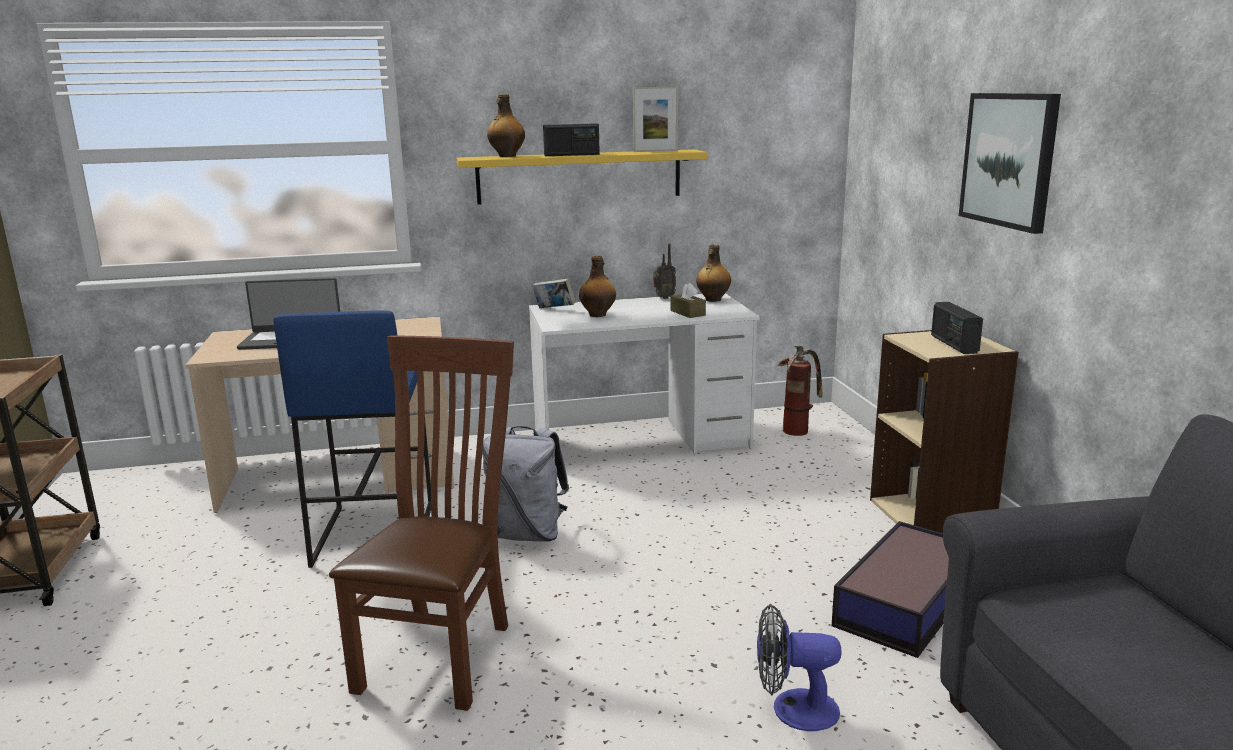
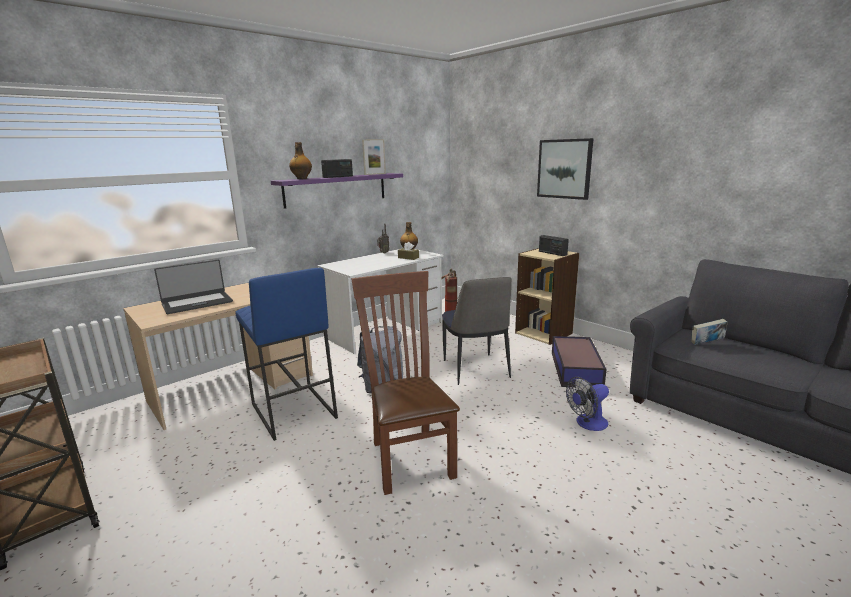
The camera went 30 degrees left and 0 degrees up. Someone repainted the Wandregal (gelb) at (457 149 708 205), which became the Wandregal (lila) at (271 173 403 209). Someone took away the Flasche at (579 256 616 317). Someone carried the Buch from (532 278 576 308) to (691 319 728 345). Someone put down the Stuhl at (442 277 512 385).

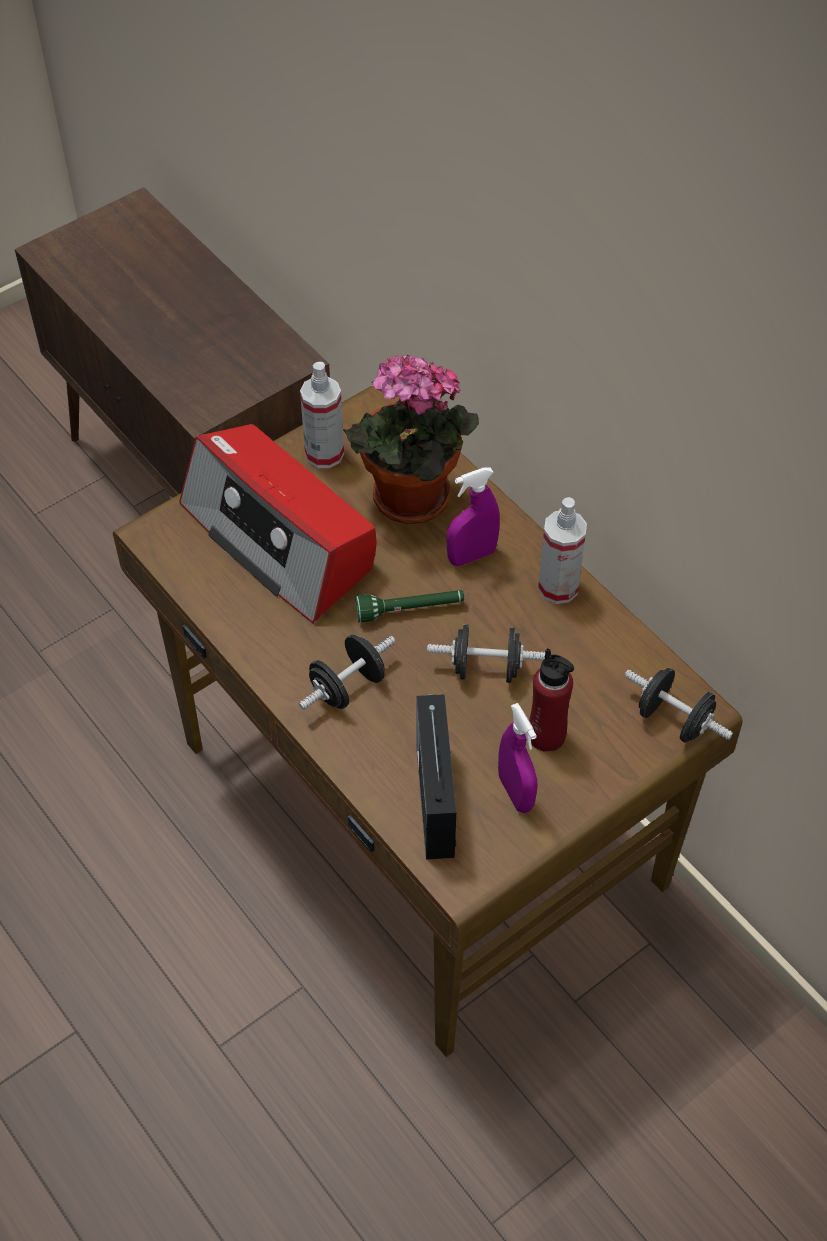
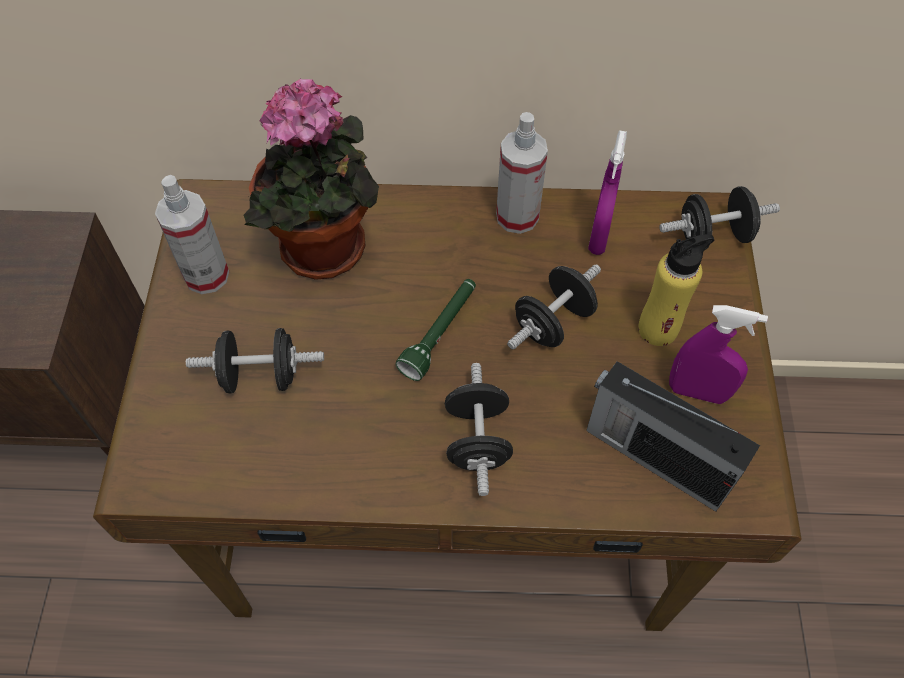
The camera went 50 degrees left and 5 degrees up. Someone swapped the Radio at (179 424 377 623) for the Hantel (schwarz) at (186 328 324 393). Someone carried the Sprühflasche (lila) from (446 467 500 566) to (588 130 627 255). Someone repainted the Flasche (rot) at (529 648 574 752), which became the Flasche (gelb) at (638 234 714 346).

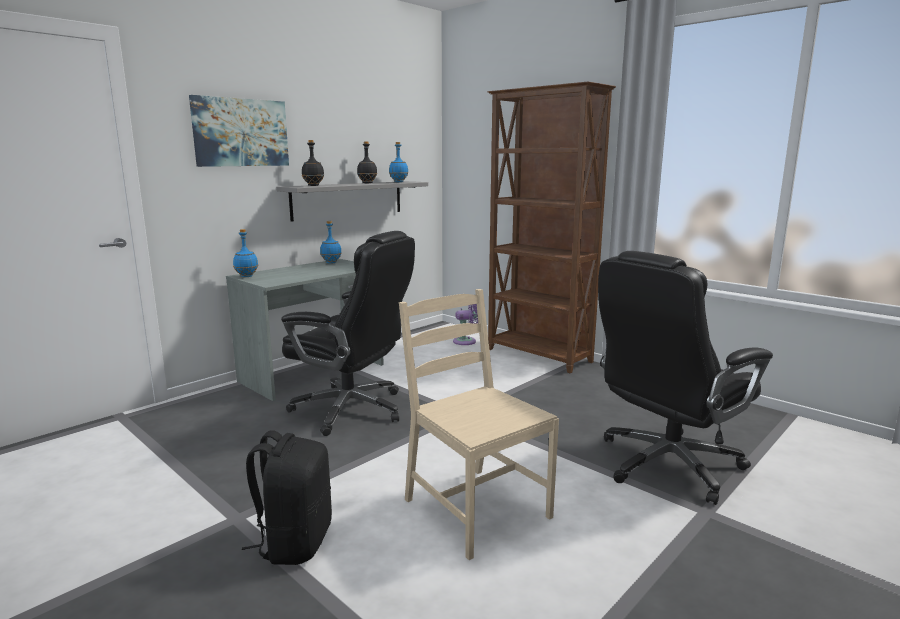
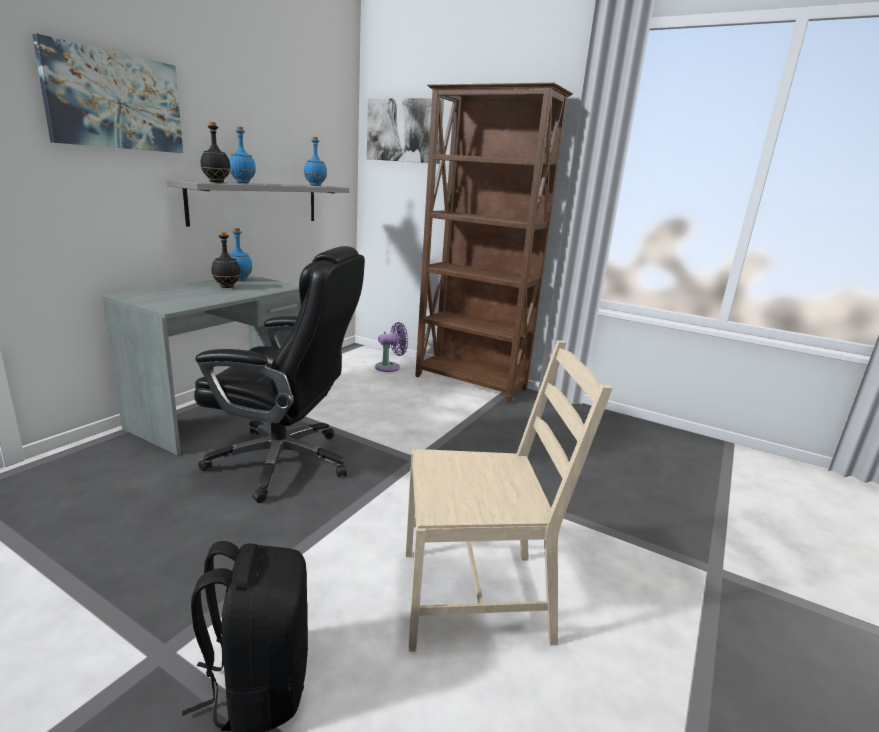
The camera went 15 degrees left and 5 degrees up. Someone carried the Flasche (schwarz) from (357 141 377 183) to (211 232 241 288). Someone carried the Flasche (blau) from (233 229 258 277) to (229 126 256 183). Someone took away the Bürostuhl (schwarz) at (598 251 773 505). Someone rotated the Stuhl (beige) at (399 289 559 560) by 135 degrees clockwise. Someone put up the Bild at (367 98 444 164).

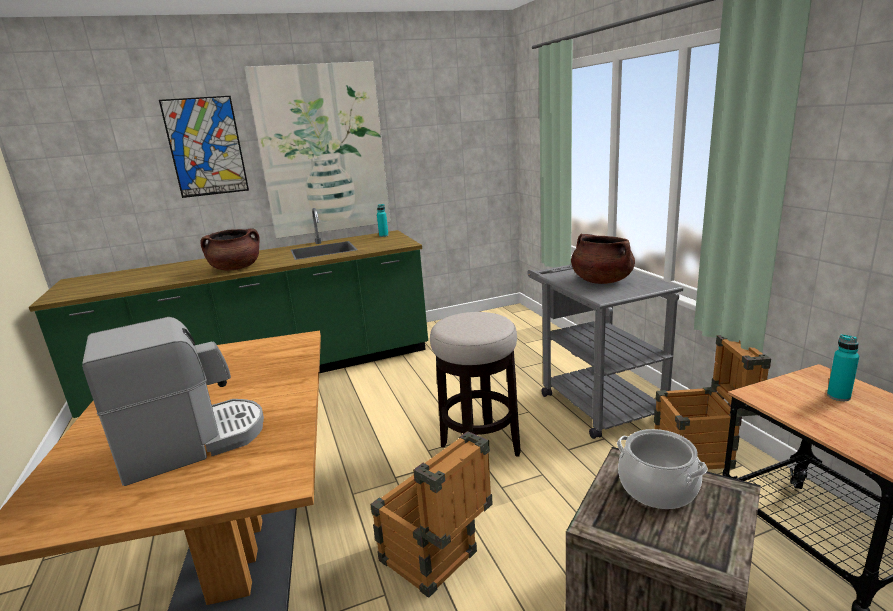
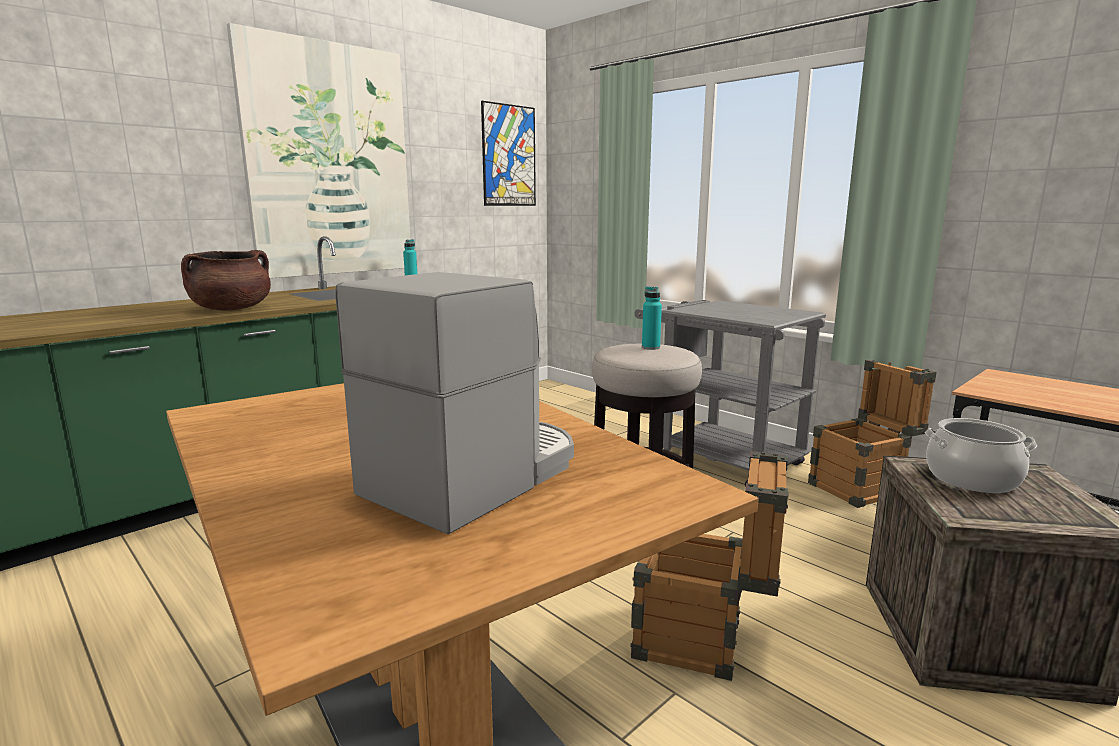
The camera went 25 degrees left and 5 degrees down. Someone carried the Bild from (159 96 249 198) to (481 101 536 206). Someone took away the Kochtopf (braun) at (571 234 635 284). Someone carried the Flasche (türkis) from (827 334 859 401) to (642 286 662 350).

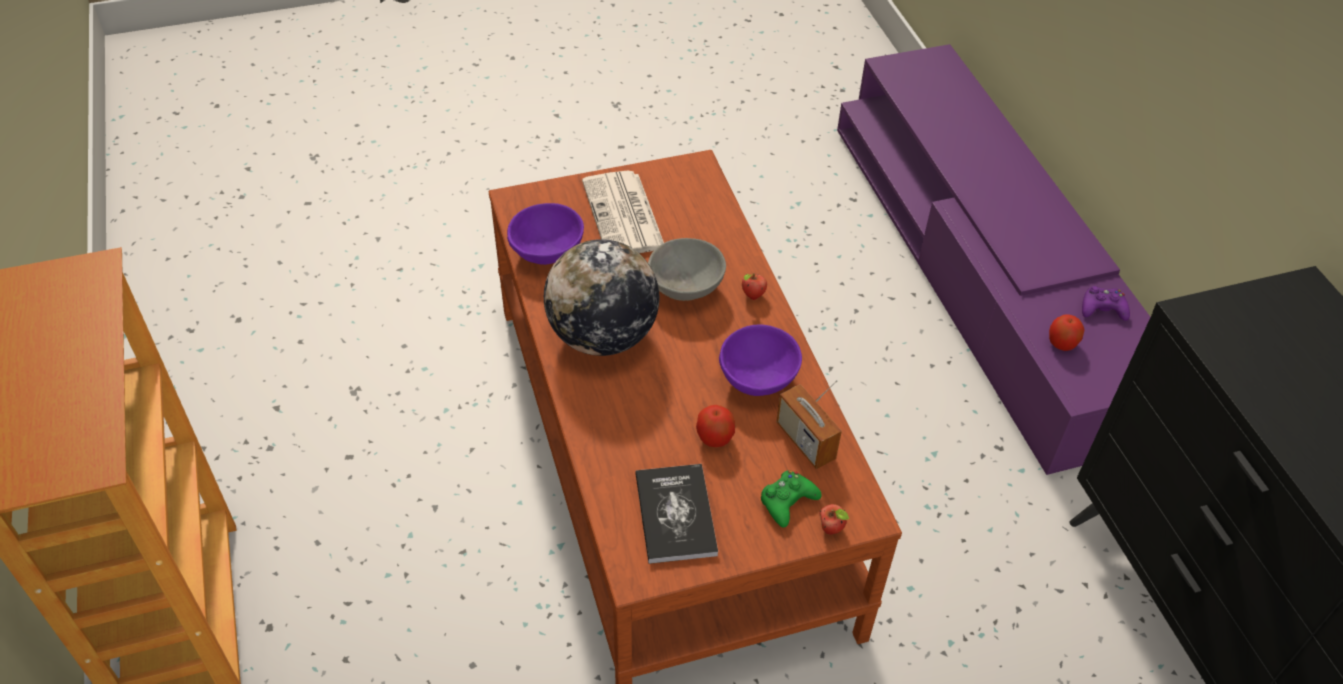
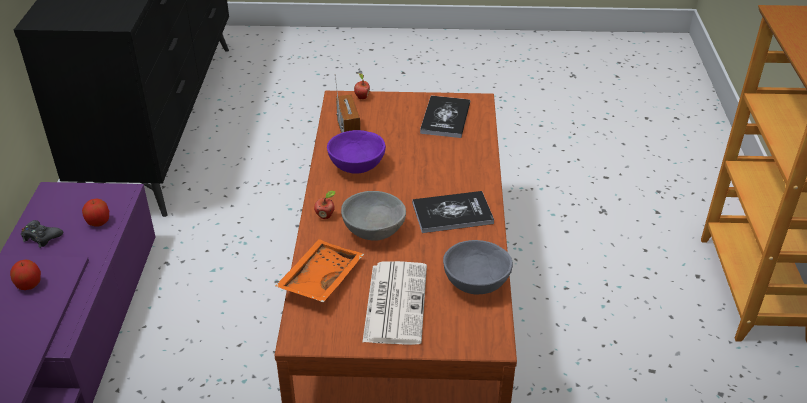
The camera went 160 degrees left and 10 degrees down. Someone repainted the Schüssel (lila) at (507 203 584 265), which became the Schüssel (grau) at (443 240 513 295). Someone swapped the Globus at (544 239 659 356) for the Buch at (412 191 494 233). Someone repainted the Gamepad (lila) at (1082 286 1130 321), which became the Gamepad (schwarz) at (21 220 63 248). Someone carried the Apfel from (696 405 735 447) to (10 259 41 290). Someone took away the Gamepad (grün) at (760 471 822 528). Someone put down the Tablett (orange) at (275 239 364 302).

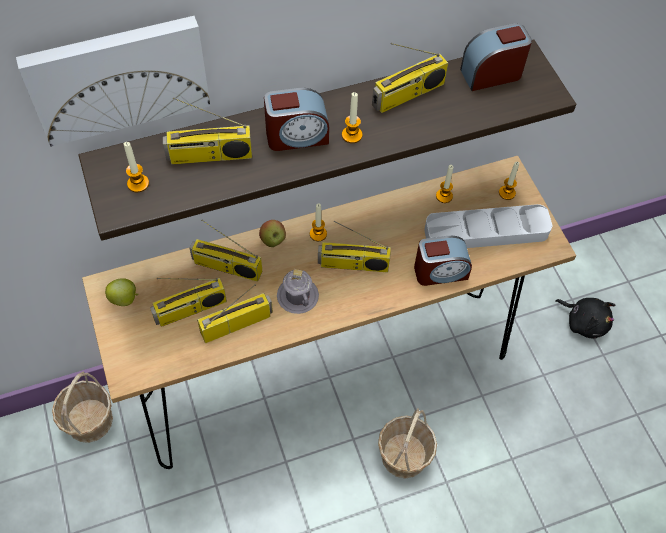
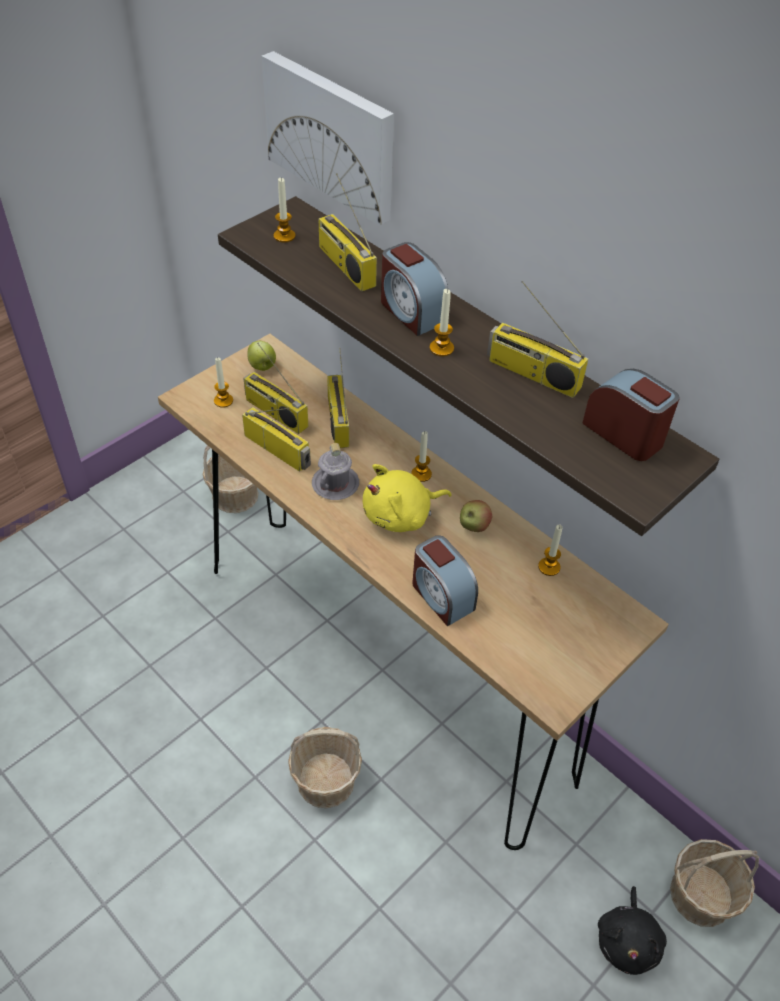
The camera went 65 degrees right and 10 degrees down. Someone carried the Kerze from (499 162 519 200) to (214 357 233 408). Someone took away the Tablett (grau) at (424 204 552 248). Someone carried the Apfel from (259 220 286 247) to (460 500 492 532). Someone swapped the Radio at (318 221 391 272) for the Plüschtier (gelb) at (363 464 452 532). Someone put down the Korb at (670 839 759 927).

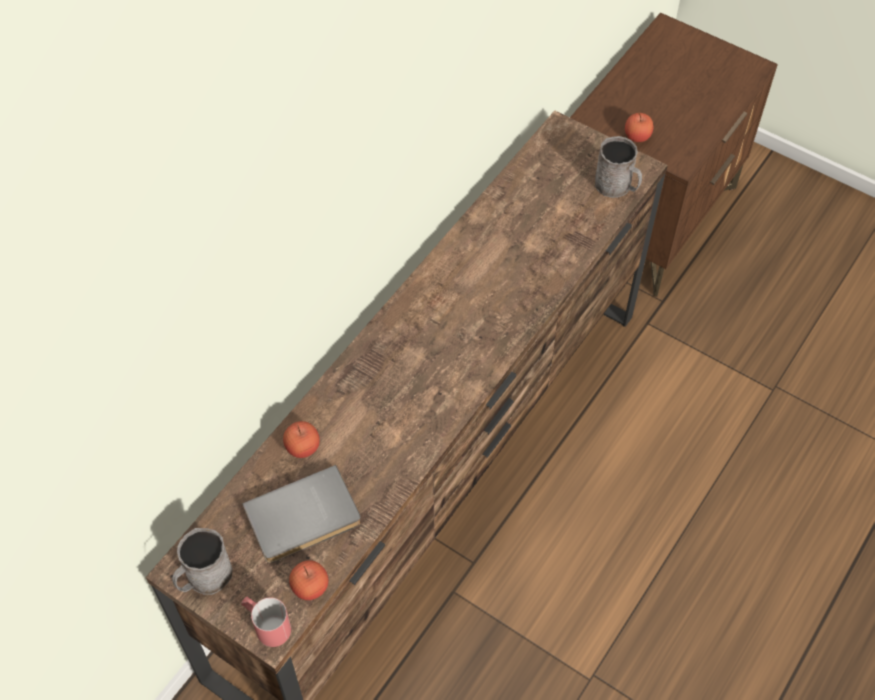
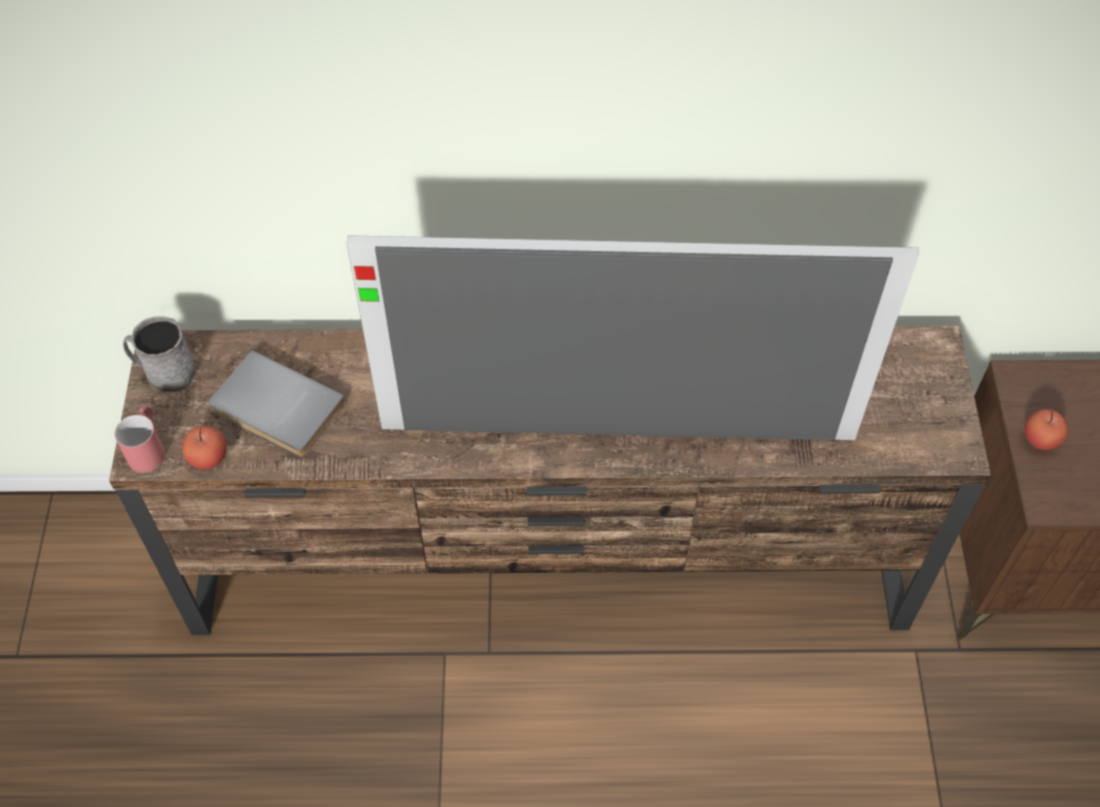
The camera went 55 degrees right and 0 degrees up. Someone took away the Henkelbecher (grau) at (595 136 642 198). Someone took away the Apfel at (283 421 320 458). Someone put down the Fernseher at (346 235 919 440).

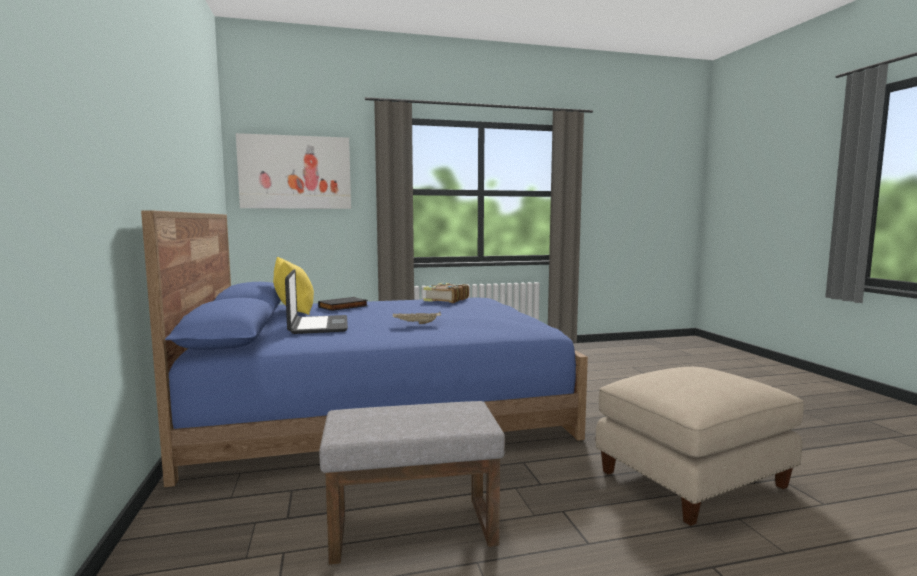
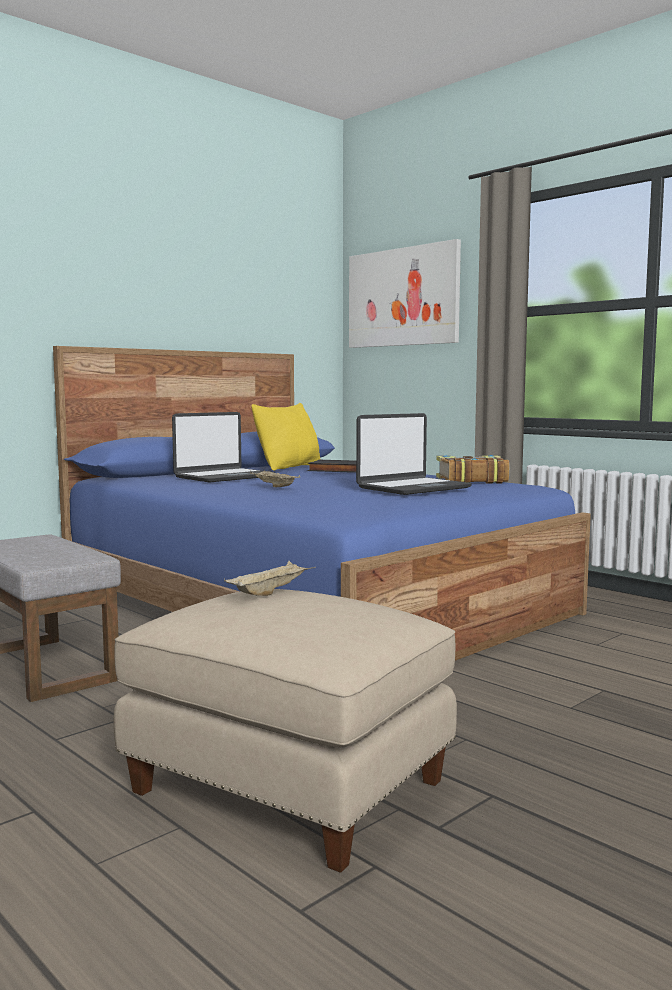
The camera went 60 degrees right and 0 degrees up. Someone put down the Laptop at (356 413 472 495). Someone put down the Tablett (beige) at (224 561 315 596).

